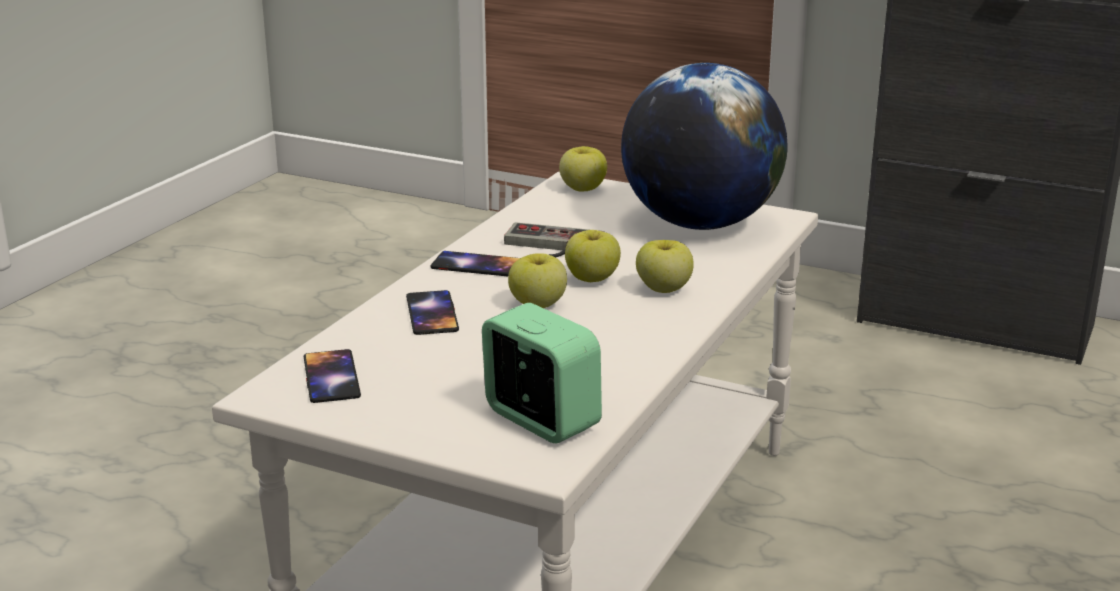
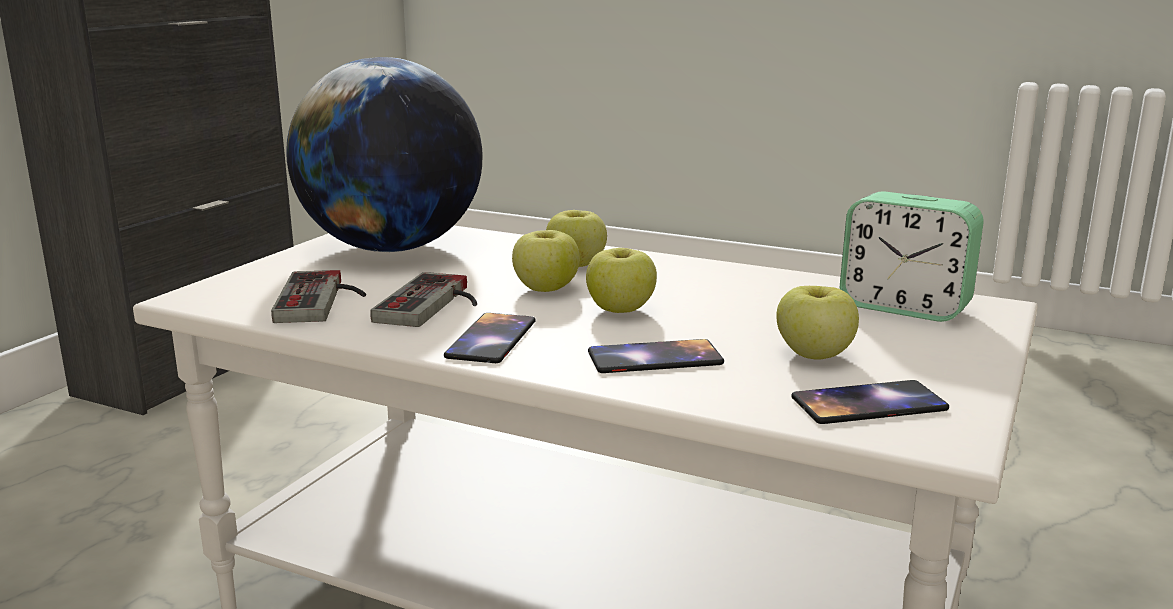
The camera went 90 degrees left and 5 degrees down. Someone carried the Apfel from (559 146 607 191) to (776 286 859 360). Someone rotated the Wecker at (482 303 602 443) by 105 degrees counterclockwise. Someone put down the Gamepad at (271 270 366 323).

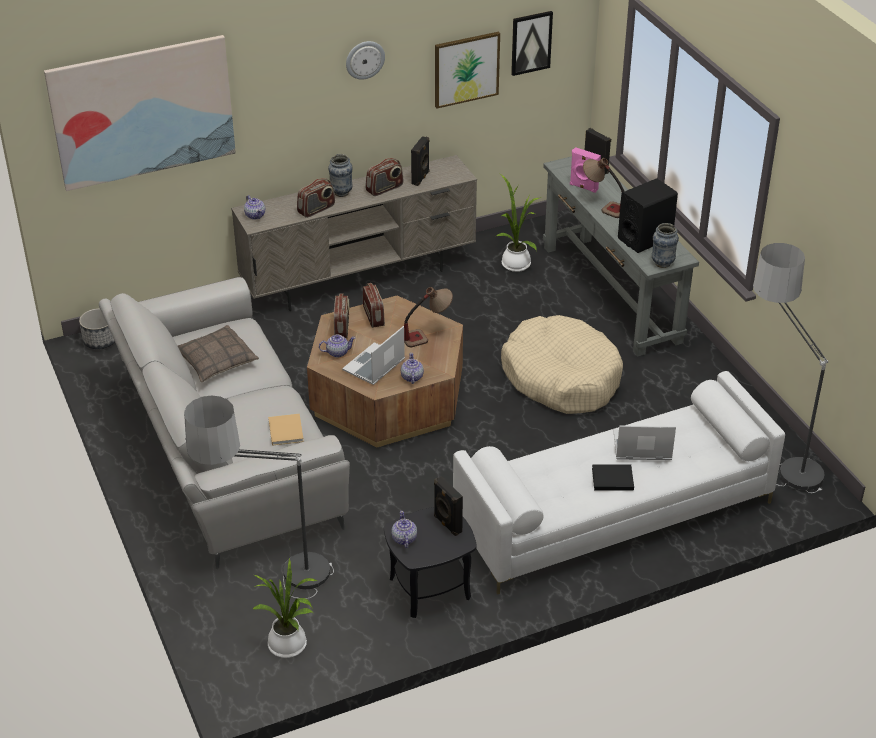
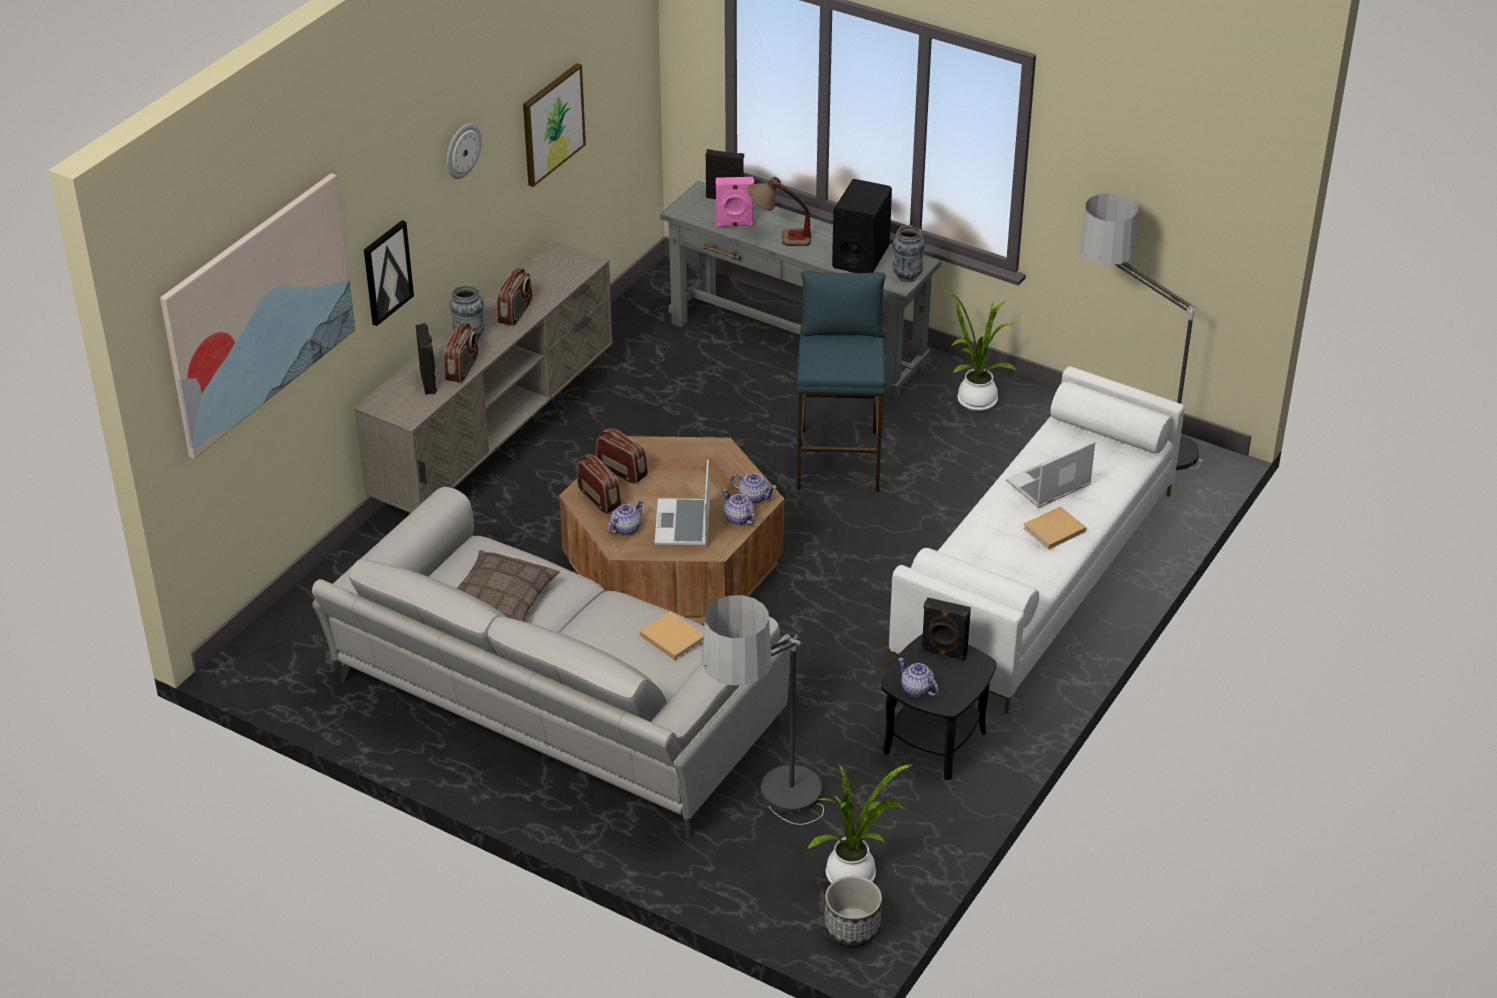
The camera went 35 degrees left and 0 degrees up. Someone carried the Bild from (511 11 553 76) to (364 220 414 326). Someone carried the Lautsprecher (schwarz) from (411 136 430 186) to (416 323 437 395). Someone carried the Topfpflanze from (496 174 539 272) to (943 290 1017 411). Someone carried the Teekanne from (244 195 265 220) to (731 473 776 504). Someone took away the Tischlampe at (404 287 453 347). Someone carried the Pflanzkübel from (79 308 115 349) to (824 876 882 946). Someone swapped the Hundebett (beige) at (501 315 623 414) for the Hocker (blau) at (797 271 886 492). Someone repainted the Buch (schwarz) at (592 465 634 490), which became the Buch (beige) at (1023 506 1086 549).

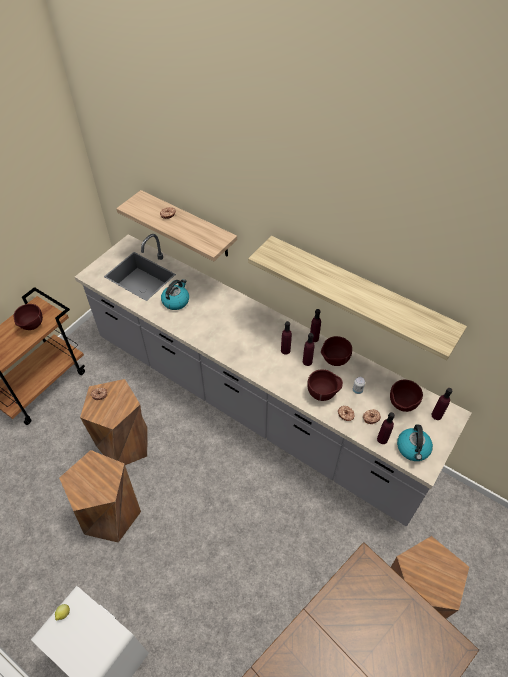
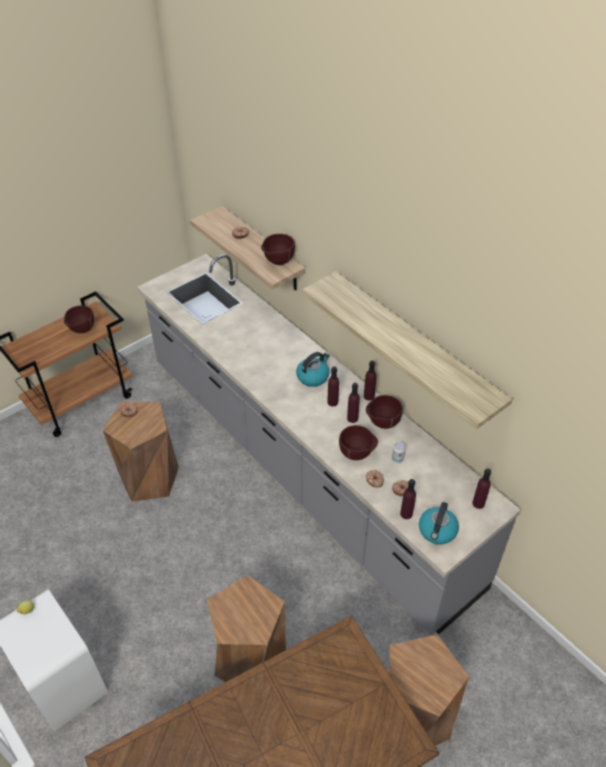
The camera went 15 degrees right and 5 degrees down. Someone carried the Wasserkessel from (161 279 189 310) to (296 352 330 387). Someone carried the Schüssel (braun) from (390 380 423 412) to (261 234 295 265). Someone carried the Hocker (braun) from (59 450 141 543) to (207 575 286 682).

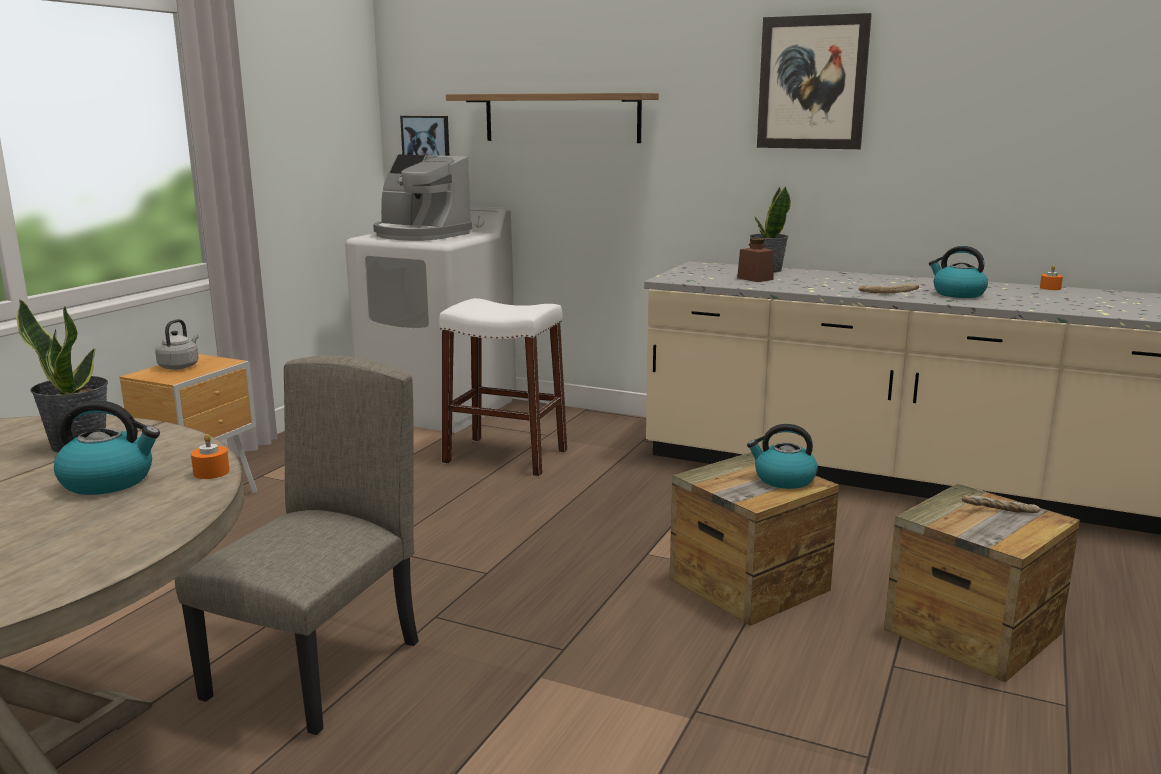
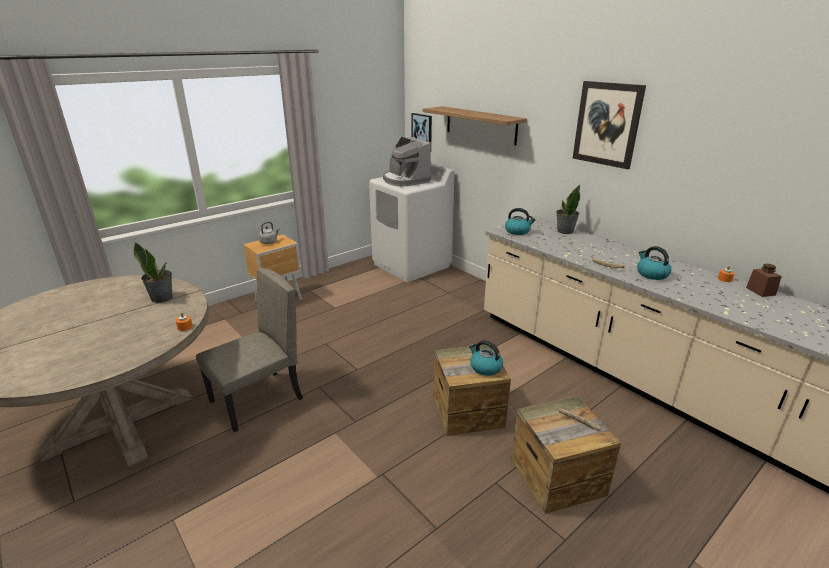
The camera went 25 degrees right and 10 degrees up. Someone carried the Vorratsglas (braun) from (737 238 774 282) to (746 264 782 297). Someone took away the Hocker (weiß) at (439 298 567 477). Someone carried the Wasserkessel from (54 400 160 495) to (505 208 536 235).

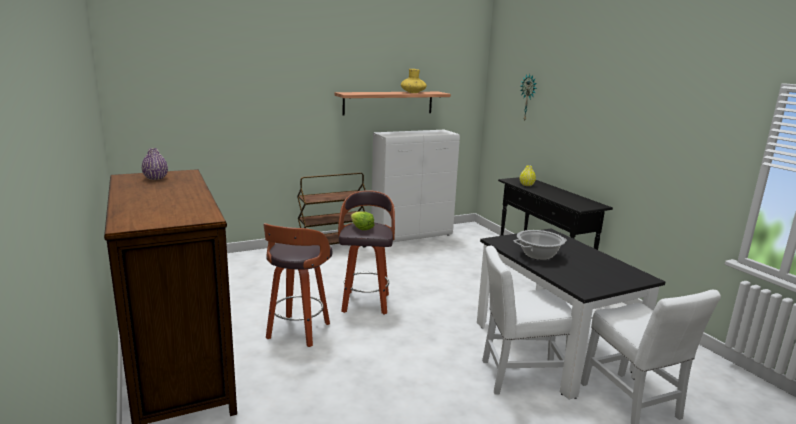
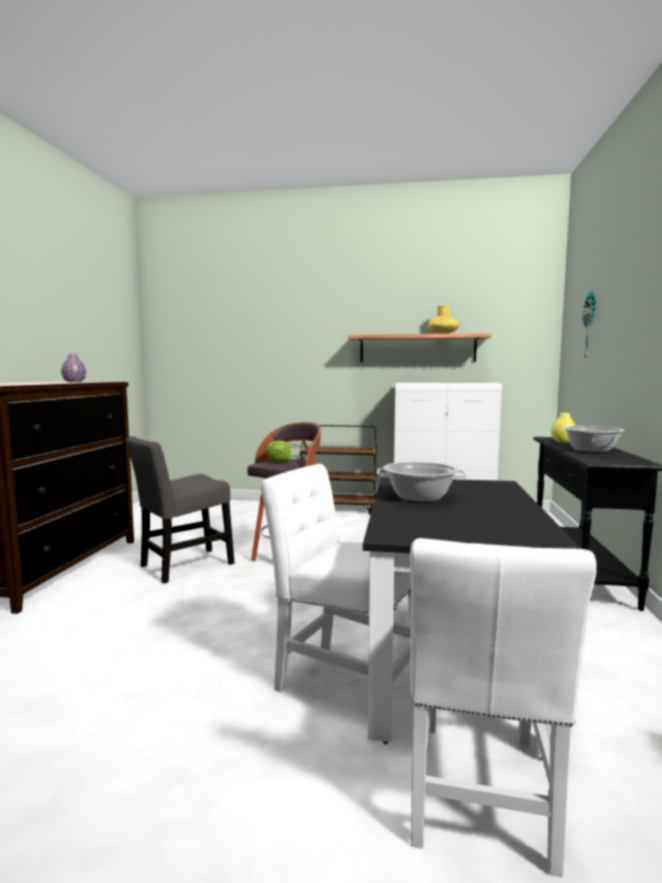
The camera went 35 degrees right and 10 degrees down. Someone swapped the Hocker at (263 223 332 347) for the Stuhl (grau) at (126 436 235 584). Someone put down the Kochtopf at (563 426 625 453).

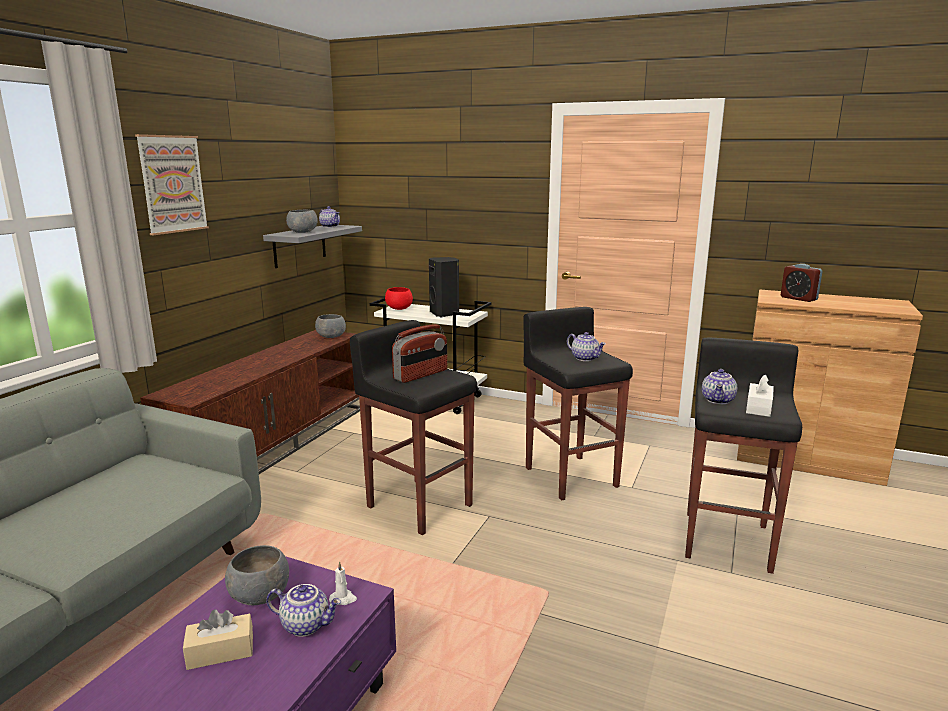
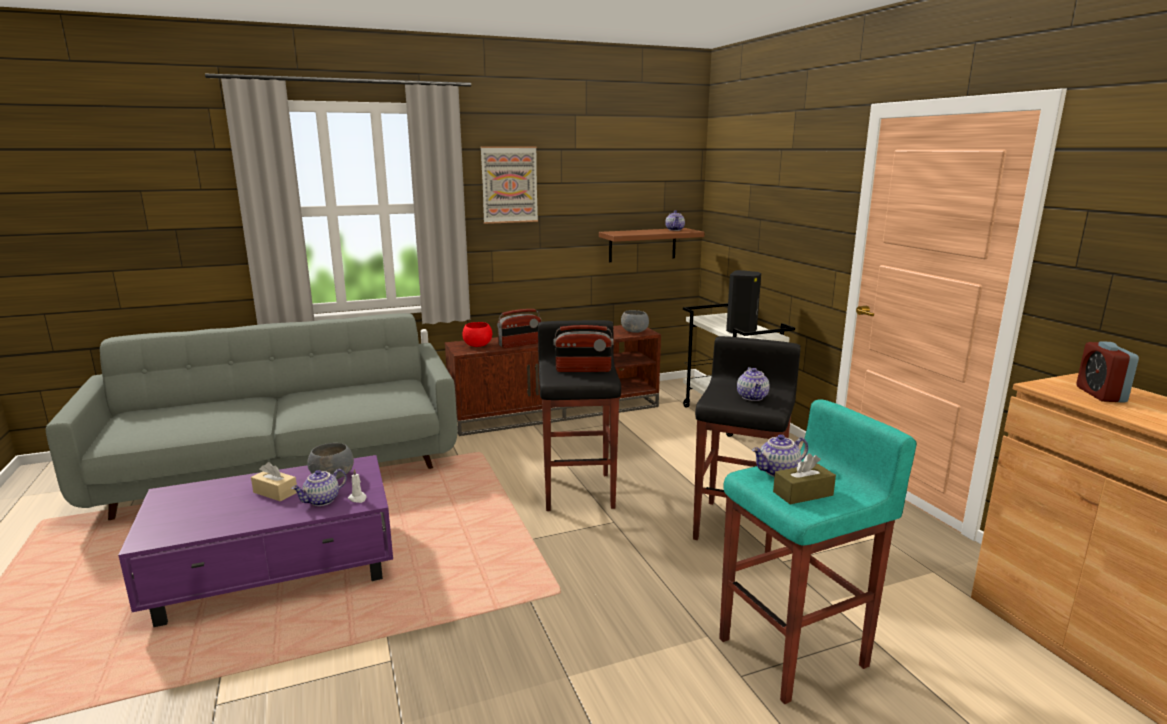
The camera went 45 degrees right and 0 degrees up. Someone took away the Schüssel (grau) at (286 209 318 233). Someone repainted the Wandregal (grau) at (263 225 362 268), which became the Wandregal (braun) at (599 228 705 262). Someone carried the Schüssel (rot) from (385 287 413 310) to (462 322 492 347). Someone repainted the Hocker (schwarz) at (685 338 802 574), which became the Hocker (türkis) at (719 399 917 704). Someone repainted the Taschentuchbox (weiß) at (746 374 774 417), which became the Taschentuchbox (braun) at (773 454 836 504). Someone rotated the Teekanne at (266 584 341 637) by 75 degrees clockwise. Someone put down the Radio at (497 309 541 348).

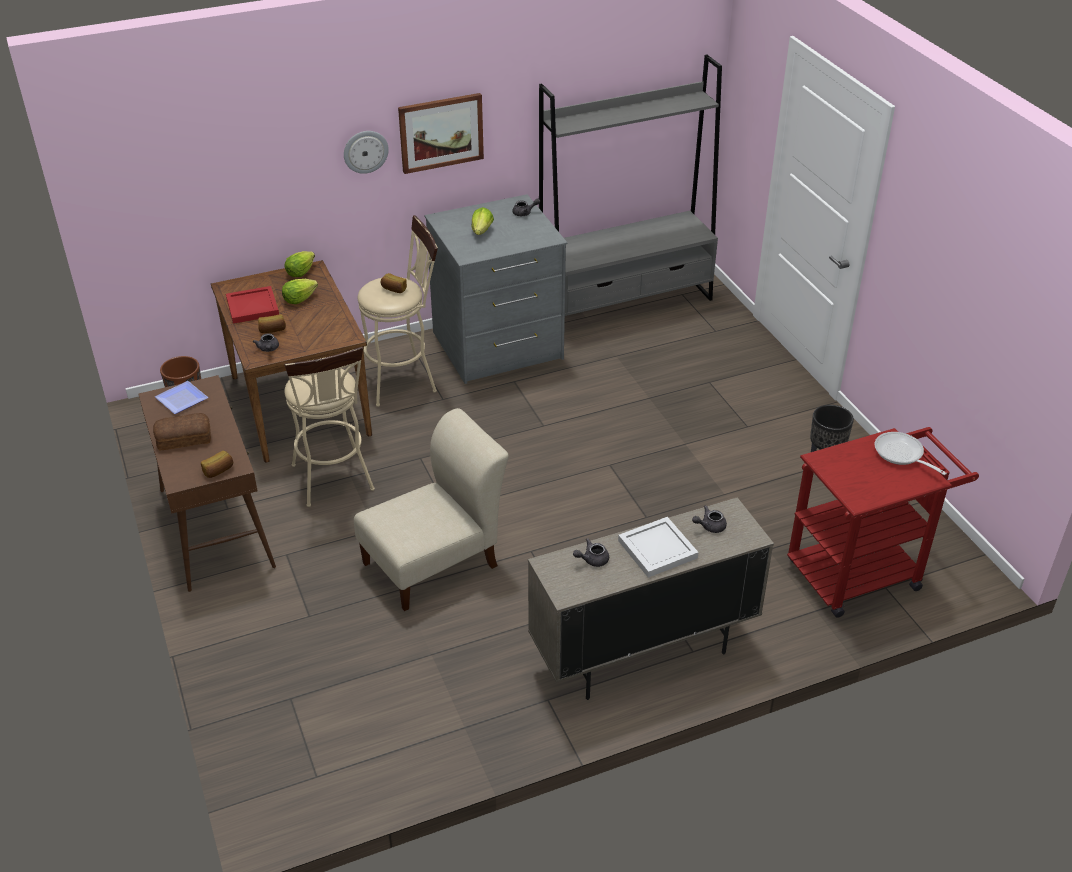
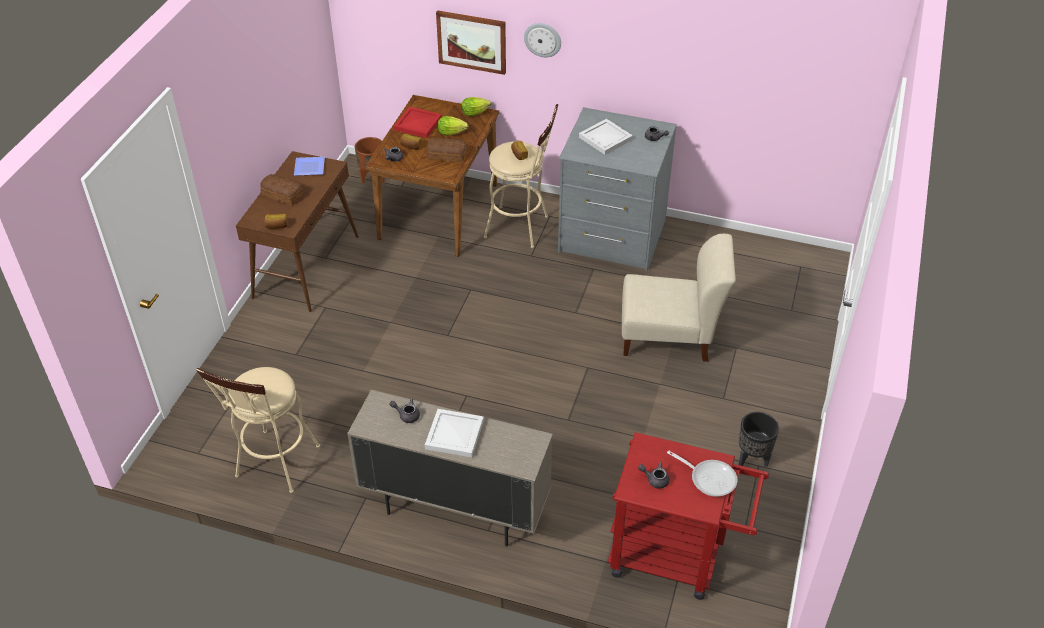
The camera went 40 degrees right and 5 degrees up. Someone took away the Bücherregal (grau) at (539 54 722 316). Someone carried the Bild from (398 93 484 174) to (436 10 506 75). Someone swapped the Salatkopf at (471 207 494 235) for the Tablett (weiß) at (579 119 633 155). Someone carried the Hocker (beige) from (284 347 375 507) to (196 367 320 493). Someone carried the Stuhl (beige) from (354 408 509 611) to (622 234 736 362). Someone rotated the Pfanne at (874 432 947 475) by 120 degrees clockwise. Someone carried the Teekanne (grau) from (692 505 727 533) to (638 461 669 489). Someone put down the Brot at (427 138 467 162).

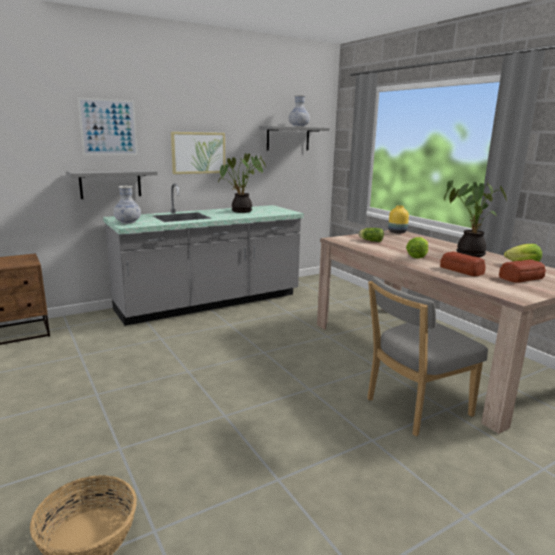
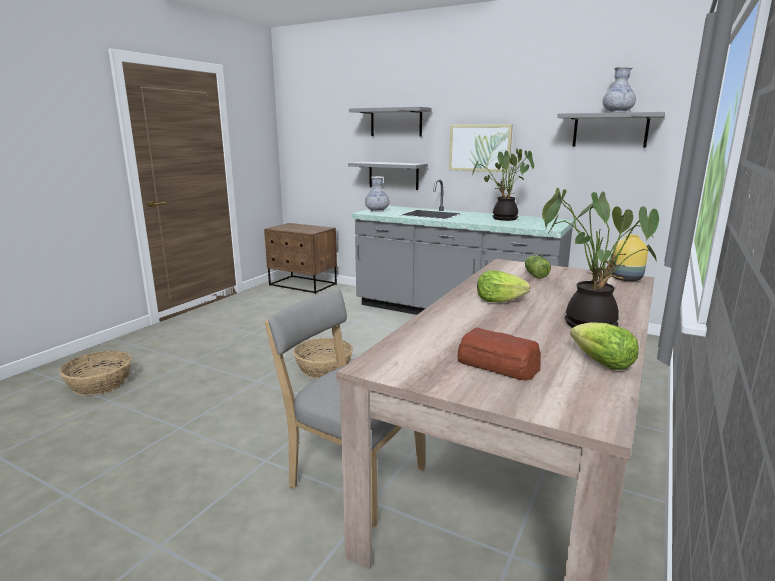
The camera went 60 degrees right and 0 degrees up. Someone swapped the Bild at (78 98 138 155) for the Wandregal (grau) at (349 107 432 136). Someone took away the Brot at (440 251 486 276). Someone put down the Korb at (293 338 353 379).

